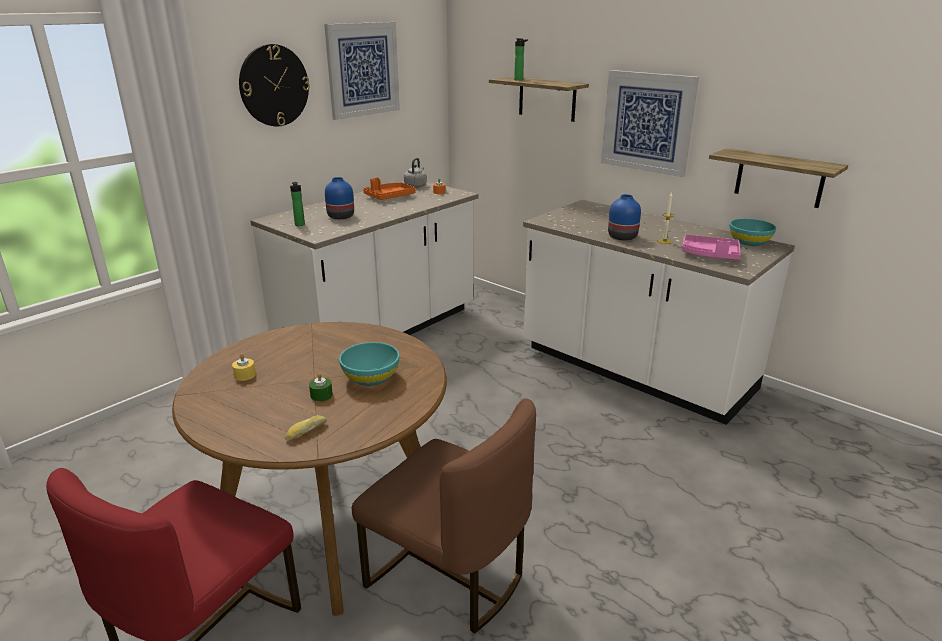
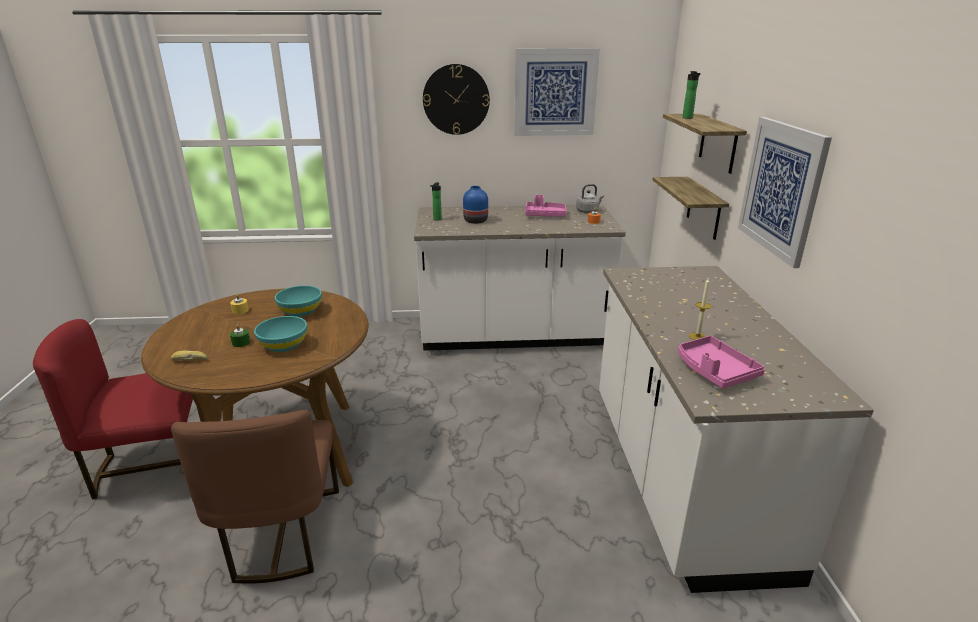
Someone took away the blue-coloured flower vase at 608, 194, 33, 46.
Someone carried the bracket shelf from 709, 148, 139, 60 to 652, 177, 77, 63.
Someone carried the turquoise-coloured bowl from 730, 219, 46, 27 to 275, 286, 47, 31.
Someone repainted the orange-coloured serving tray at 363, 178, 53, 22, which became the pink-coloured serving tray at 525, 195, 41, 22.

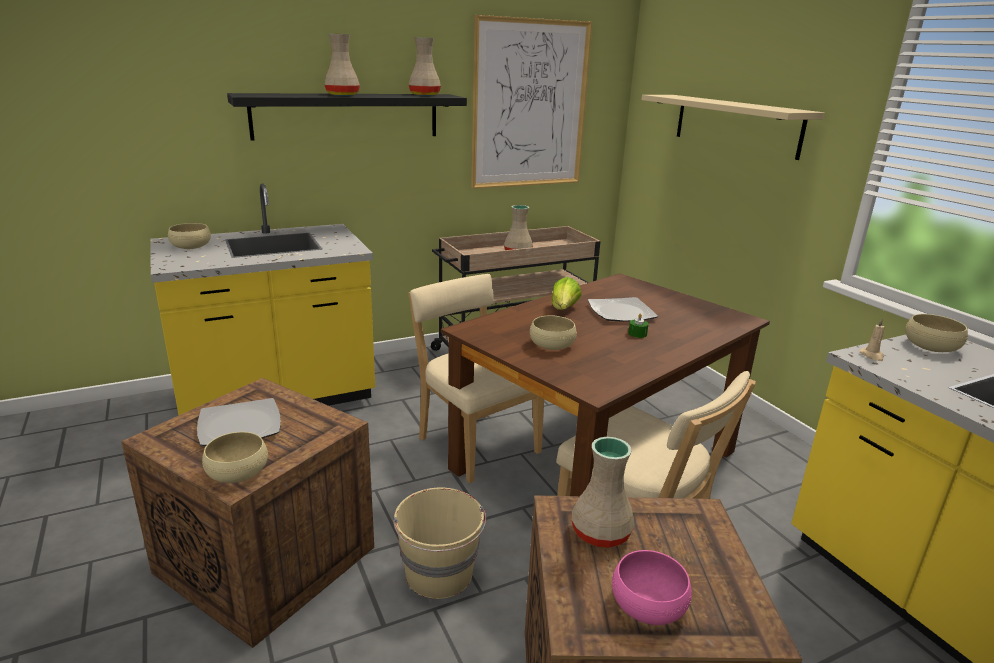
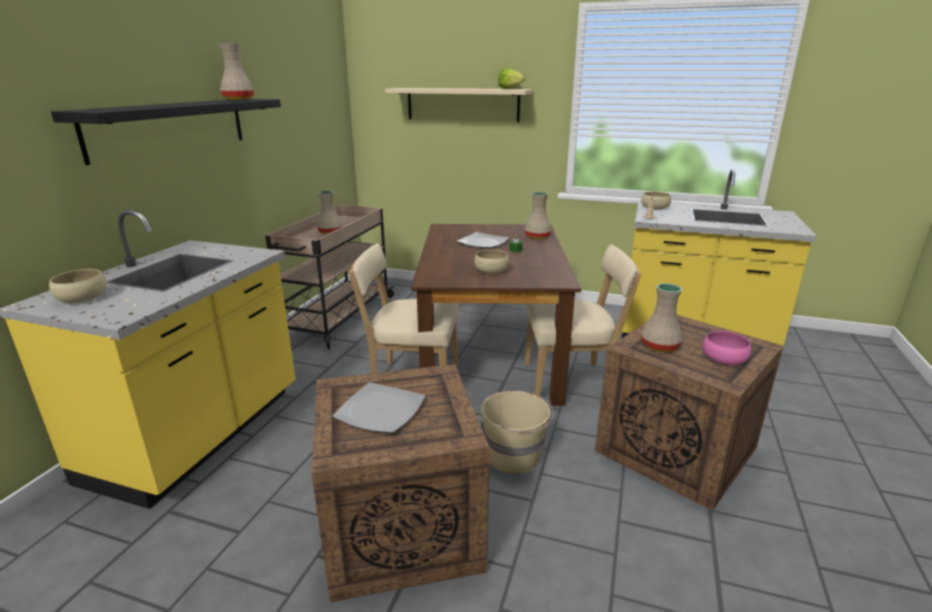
Someone took away the beige-coloured bowl at 202, 432, 66, 51.
Someone took away the wall art at 471, 15, 121, 174.
Someone carried the beige-coloured flower vase from 324, 34, 36, 62 to 524, 192, 28, 47.
Someone carried the lettuce from 551, 277, 30, 33 to 498, 67, 28, 22.

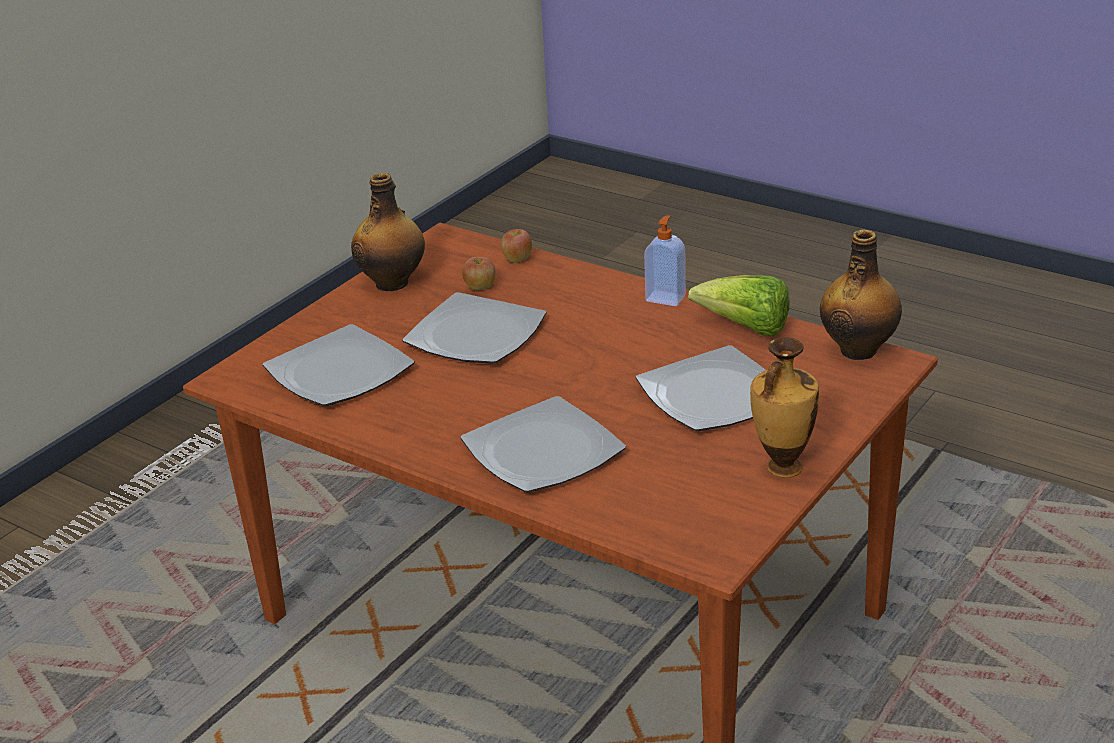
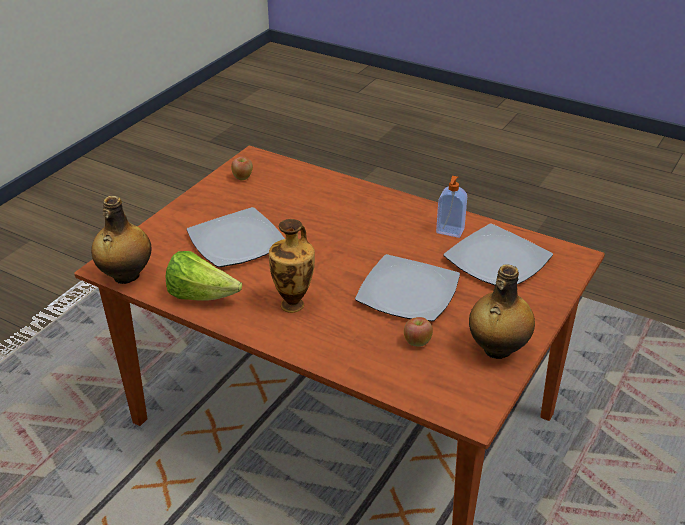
Someone took away the plate at 461, 396, 165, 96.
Someone carried the whole apple from 501, 229, 31, 34 to 231, 157, 22, 23.
Someone carried the liquid soap bottle from 644, 215, 42, 91 to 436, 176, 31, 62.
Someone carried the flower vase from 750, 337, 69, 141 to 269, 219, 46, 94.

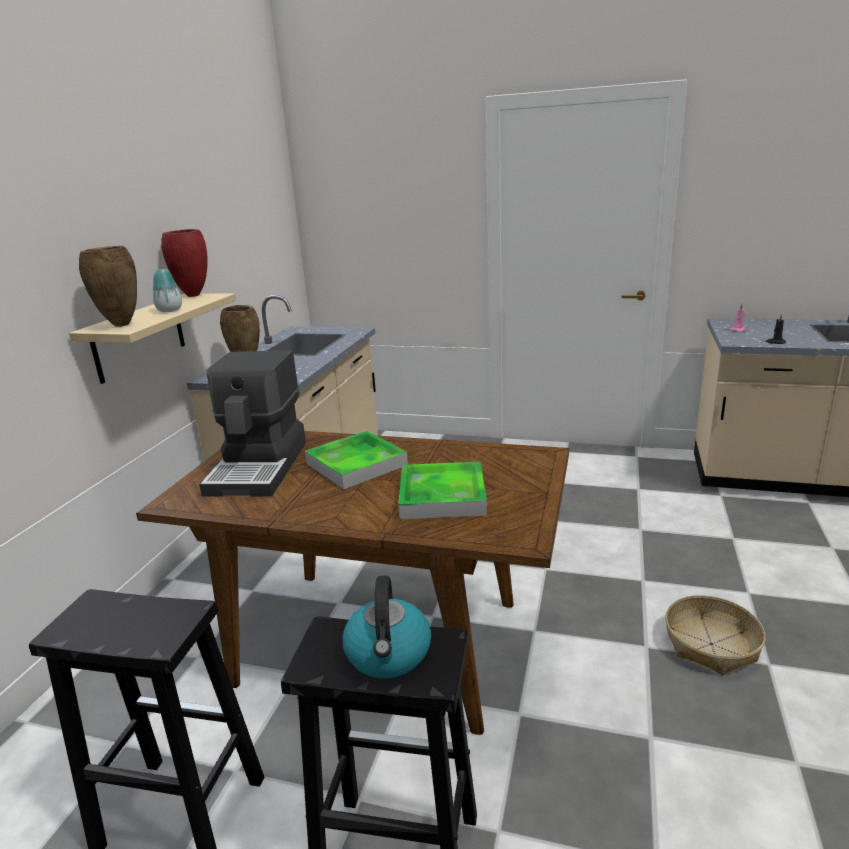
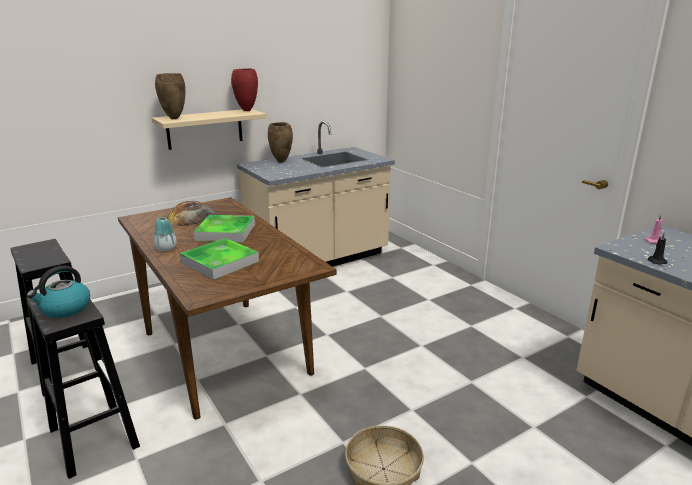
Someone carried the flower vase from 153, 269, 29, 43 to 154, 217, 23, 34.
Someone swapped the coffee machine at 199, 350, 107, 147 for the bakery bread at 167, 201, 49, 25.

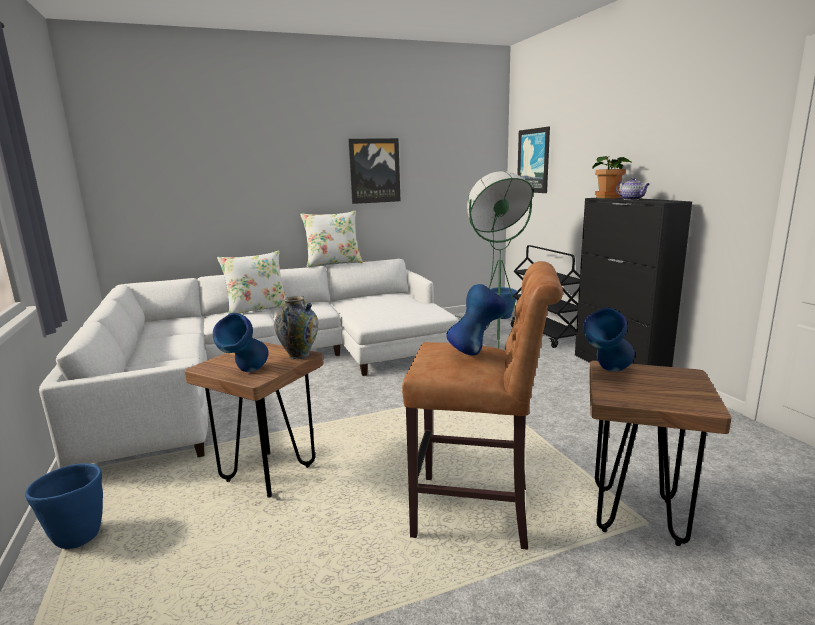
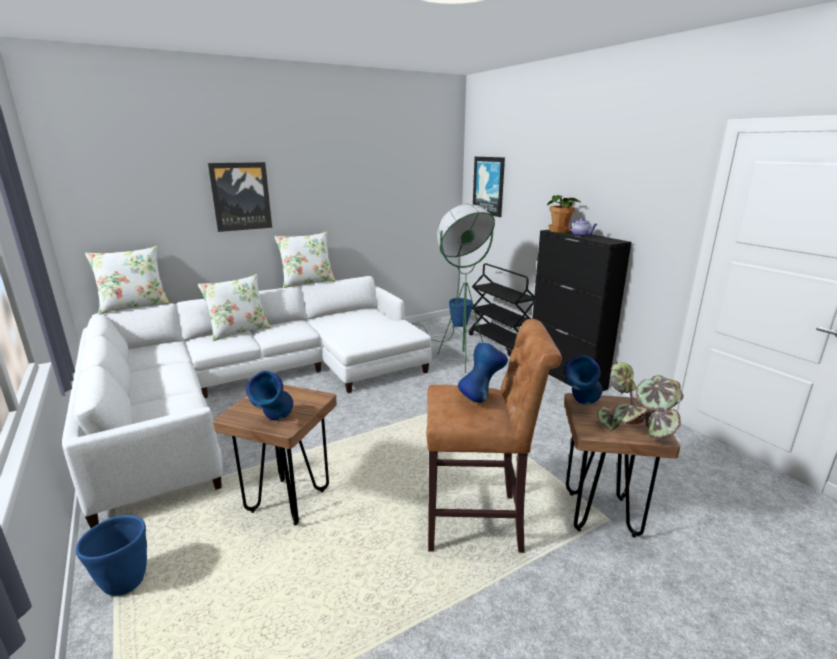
Someone took away the flower vase at 274, 296, 45, 63.
Someone put down the whitish cushion at 85, 246, 85, 68.
Someone put down the plant in a pot at 597, 362, 86, 77.
Someone carried the wall art from 348, 138, 53, 66 to 208, 162, 64, 70.

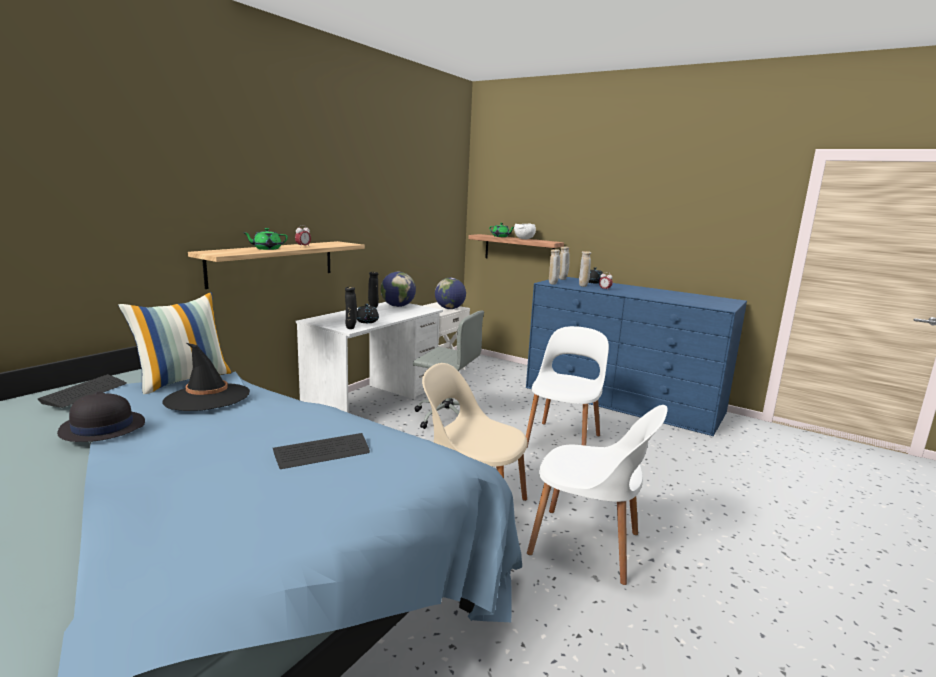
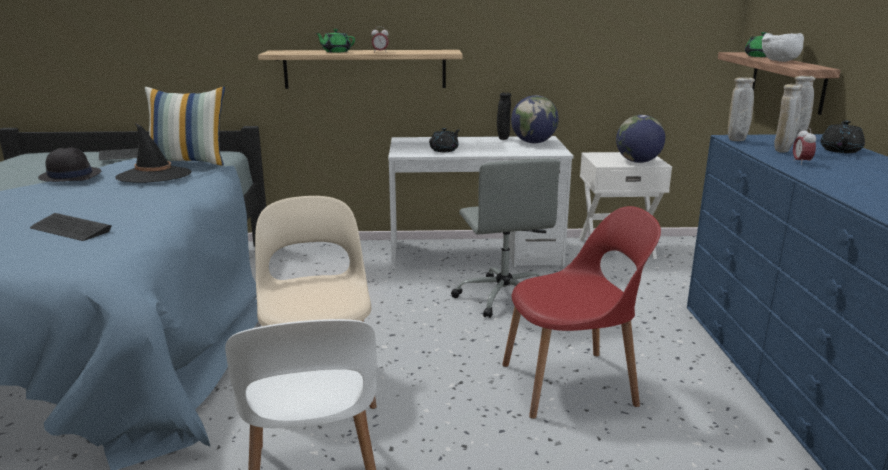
Someone took away the black-coloured flower vase at 345, 287, 12, 42.
Someone repainted the whitish upright chair at 526, 326, 83, 122, which became the reddish upright chair at 502, 206, 159, 213.

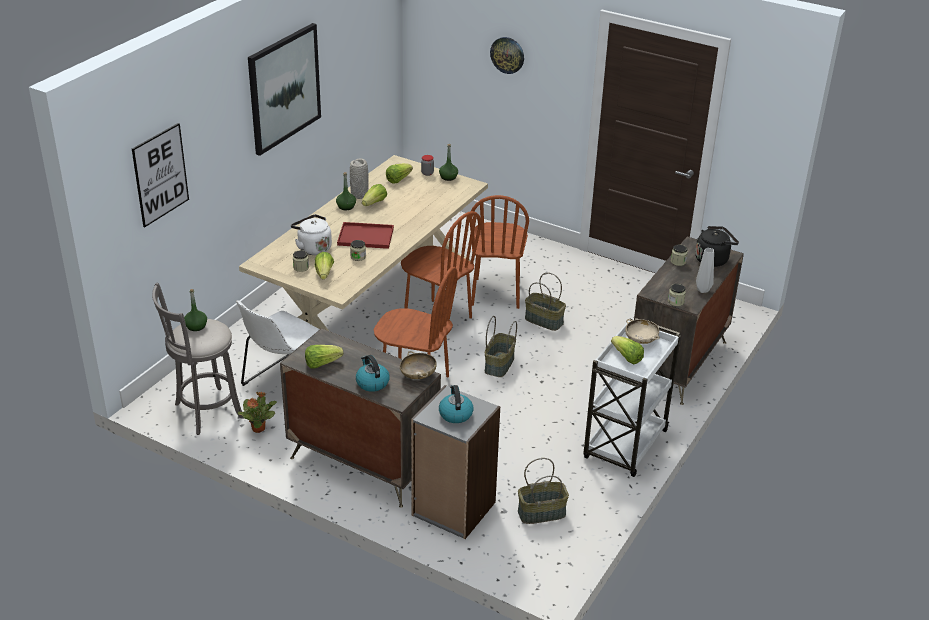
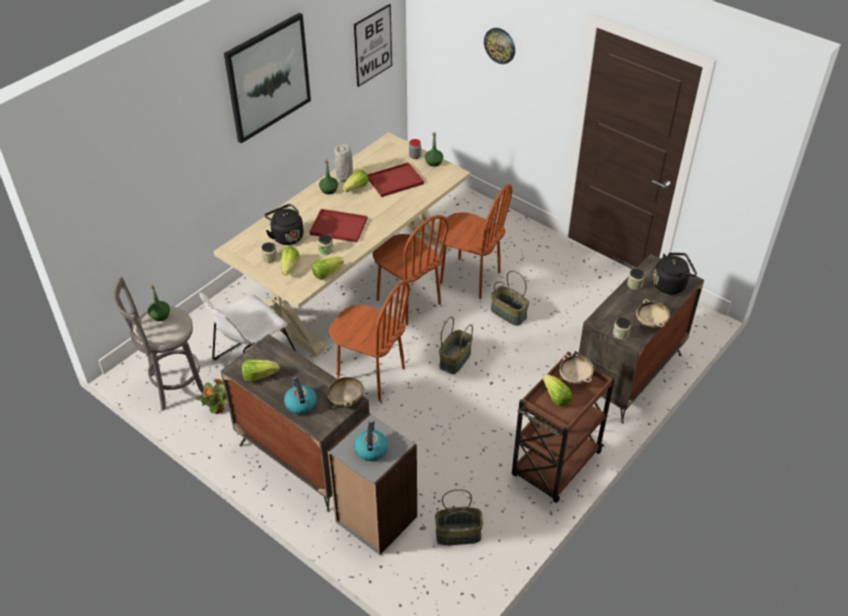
Someone put down the reddish serving tray at 367, 162, 57, 35.
Someone carried the wall art from 132, 123, 57, 104 to 354, 4, 38, 83.
Someone carried the lettuce from 386, 163, 27, 21 to 312, 256, 32, 24.
Someone swapped the gray flower vase at 696, 248, 18, 45 for the beige-coloured bowl at 636, 299, 34, 29.
Someone repainted the whitish kettle at 291, 214, 41, 41, which became the black-coloured kettle at 264, 204, 40, 41.
Someone repainted the whitish trolley at 583, 318, 98, 159, which became the brown trolley at 512, 351, 104, 152.
Someone rotated the brown upright chair at 469, 195, 60, 114 by 75 degrees counterclockwise.

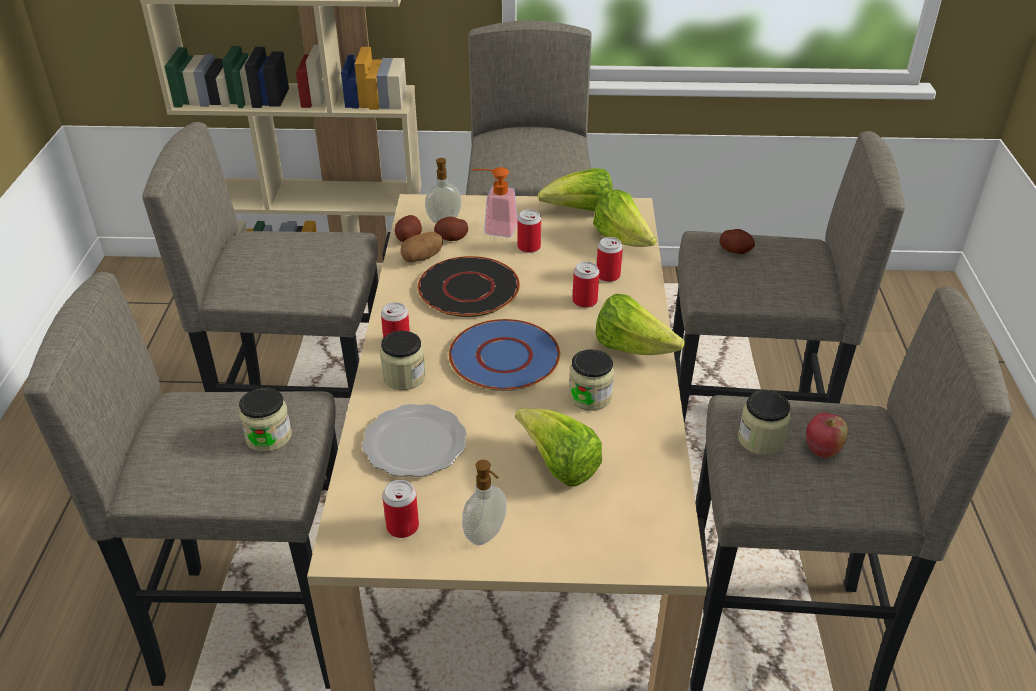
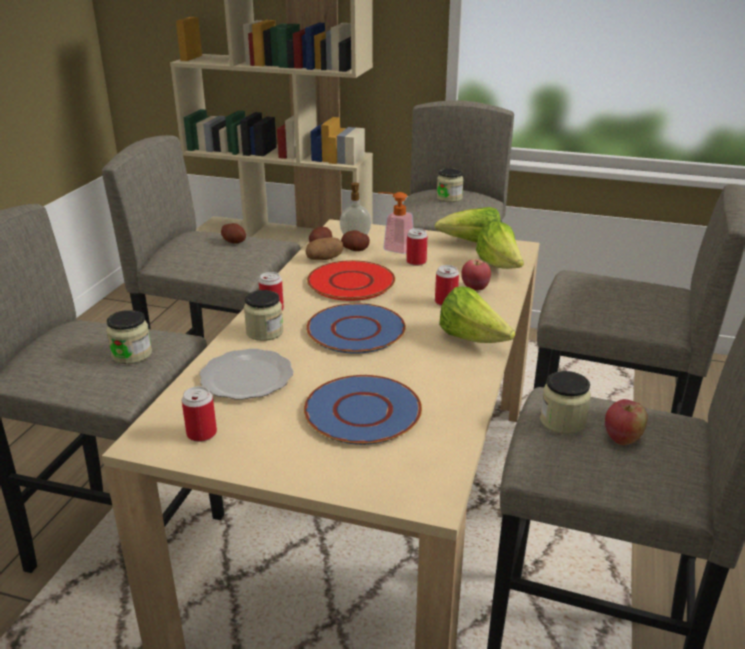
Someone took away the liquid soap bottle at 462, 460, 45, 85.
Someone carried the preserve jar from 569, 349, 45, 62 to 437, 168, 27, 34.
Someone carried the potato from 719, 229, 36, 25 to 221, 223, 25, 21.
Someone swapped the lettuce at 515, 408, 87, 79 for the blue-coloured plate at 304, 375, 118, 70.
Someone swapped the can at 597, 237, 26, 45 for the whole apple at 461, 259, 30, 32.
Someone repainted the black-coloured plate at 418, 256, 102, 61, which became the reddish plate at 307, 260, 88, 41.

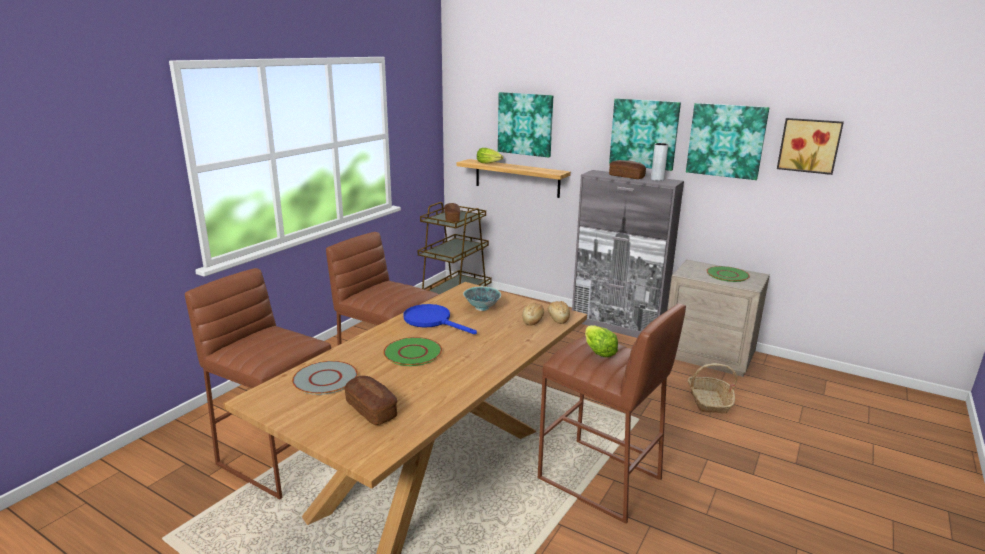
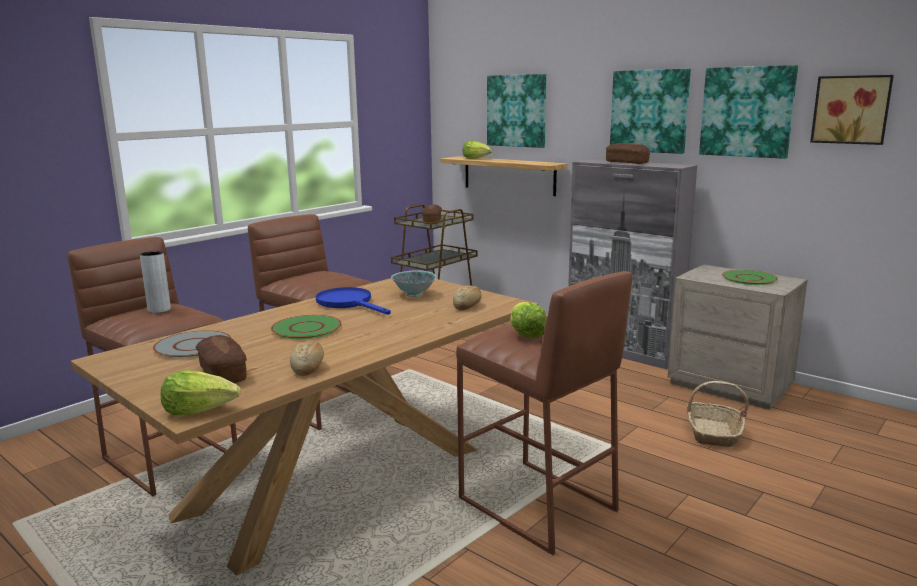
Someone put down the lettuce at 161, 370, 80, 45.
Someone carried the bakery bread from 548, 301, 22, 23 to 290, 341, 34, 35.
Someone carried the gray flower vase from 651, 143, 17, 38 to 140, 251, 31, 62.

